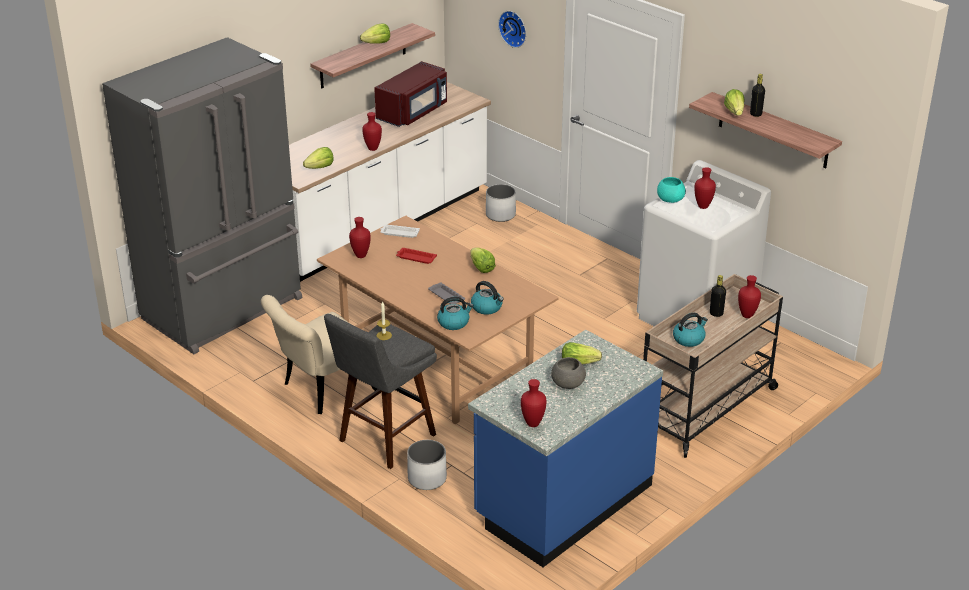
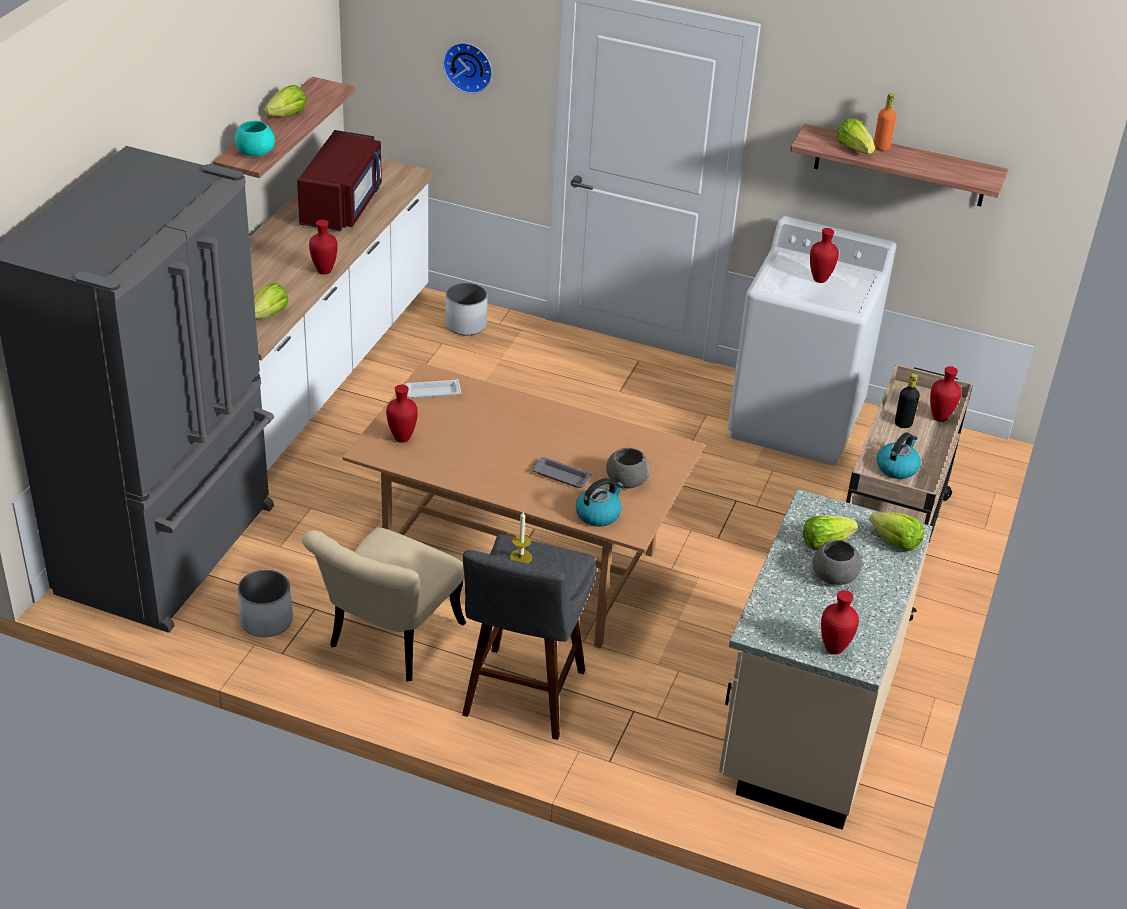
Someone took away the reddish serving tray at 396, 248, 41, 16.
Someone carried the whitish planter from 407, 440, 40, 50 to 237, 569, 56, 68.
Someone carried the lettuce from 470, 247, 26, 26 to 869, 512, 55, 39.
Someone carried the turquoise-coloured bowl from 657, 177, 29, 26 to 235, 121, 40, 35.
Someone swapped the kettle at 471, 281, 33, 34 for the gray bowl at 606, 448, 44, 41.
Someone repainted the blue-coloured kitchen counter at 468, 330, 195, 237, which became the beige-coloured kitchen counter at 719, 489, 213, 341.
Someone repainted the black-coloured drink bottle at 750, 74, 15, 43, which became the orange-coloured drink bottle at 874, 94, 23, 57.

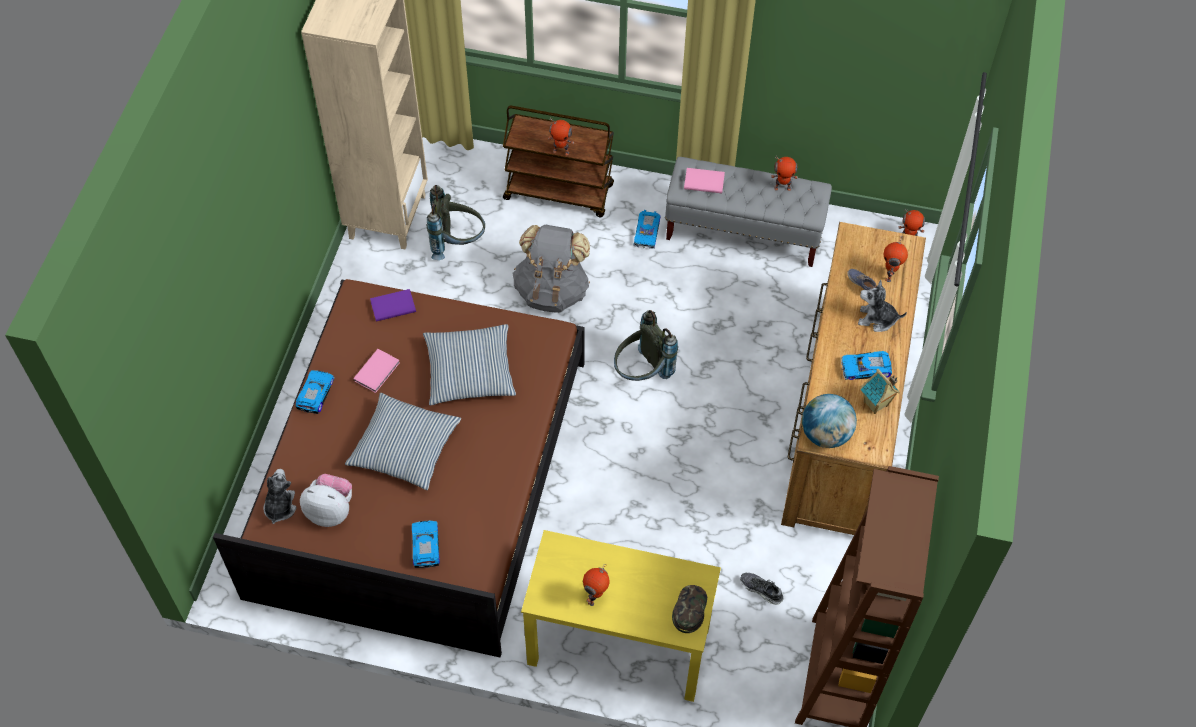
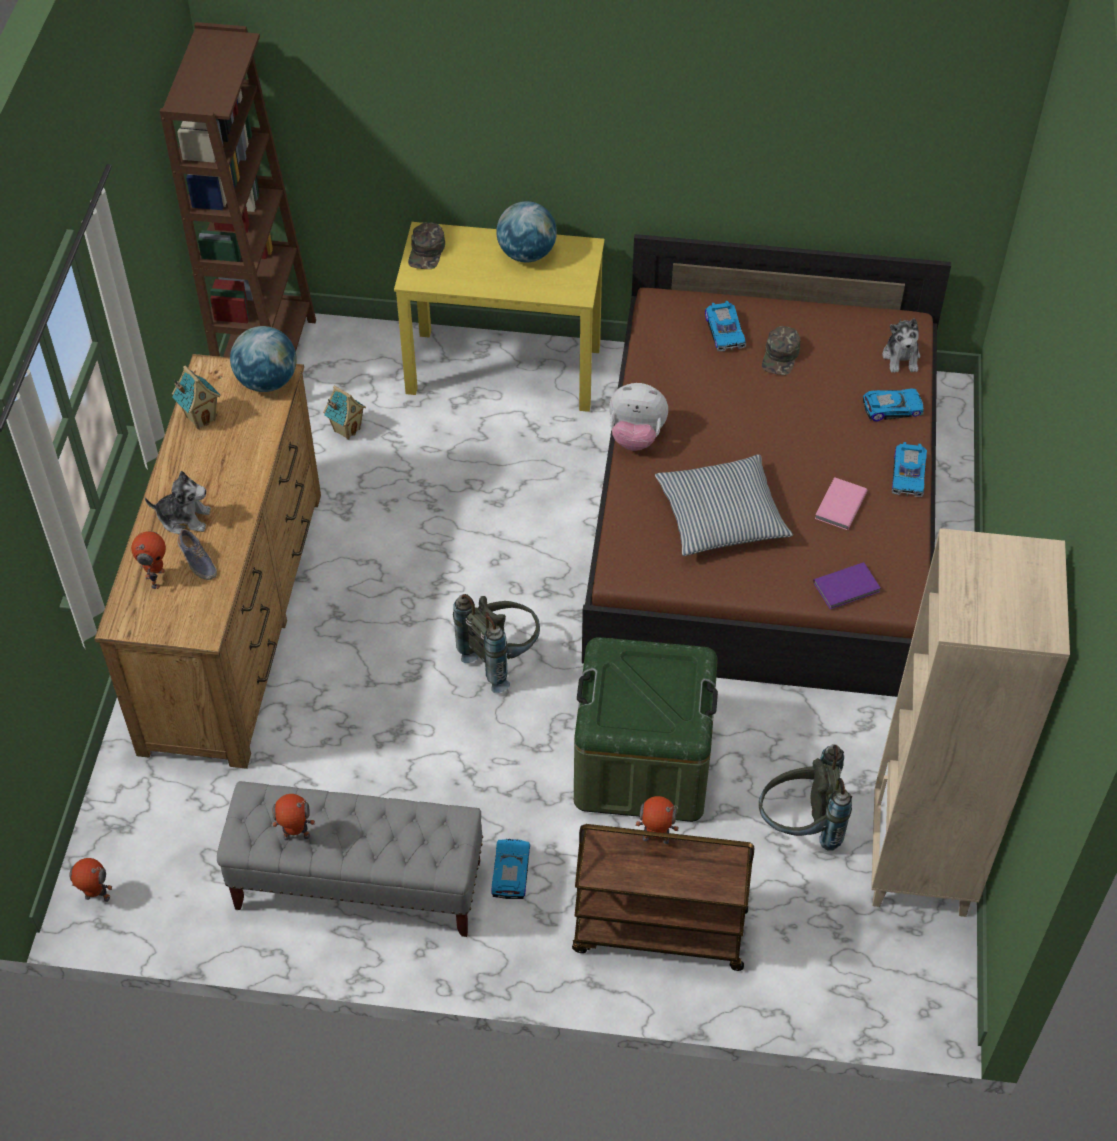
Someone took away the cushion at 345, 393, 116, 97.
Someone took away the pink-coloured bound book at 684, 168, 41, 25.
Someone put down the green-coloured cap at 762, 326, 39, 49.
Someone carried the cuddly toy from 300, 474, 52, 53 to 609, 383, 59, 68.
Someone carried the miniature car from 841, 351, 51, 29 to 863, 389, 61, 32.
Someone swapped the gray rucksack at 513, 225, 77, 88 for the green-coloured storage container at 574, 637, 144, 185.
Someone swapped the model robot at 583, 564, 27, 42 for the desk globe at 496, 201, 61, 62.
Someone swapped the item of footwear at 740, 573, 44, 32 for the toy house at 323, 385, 43, 55.

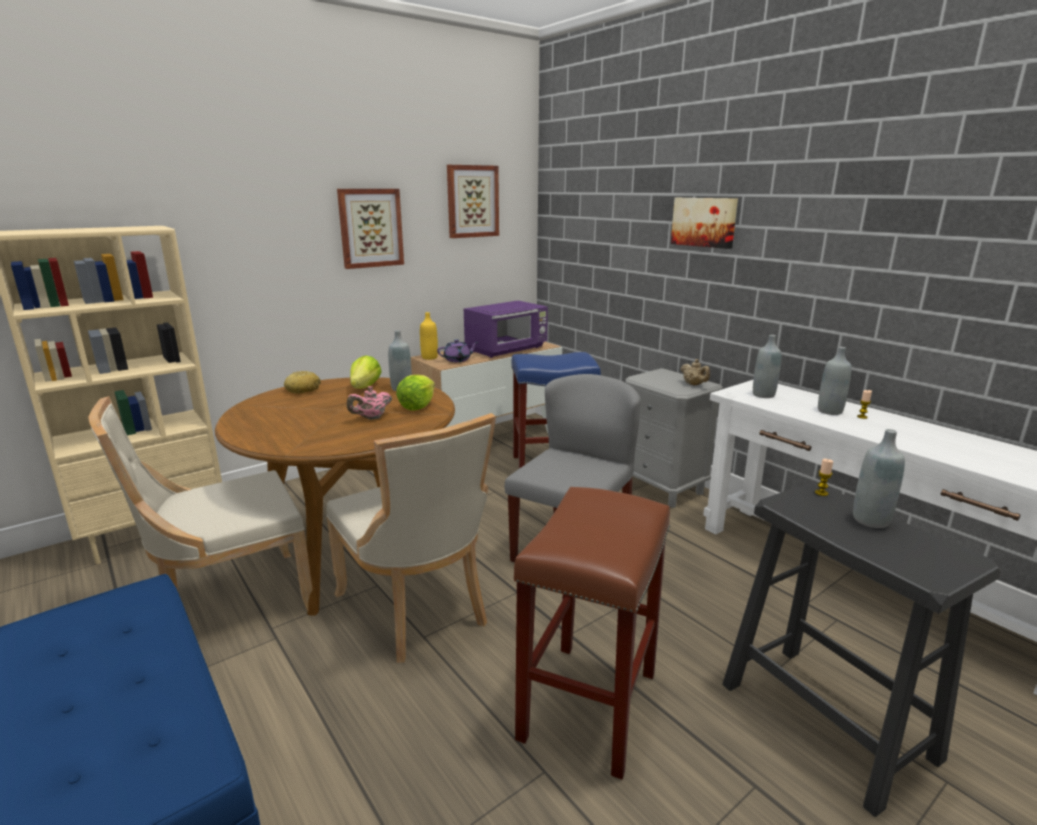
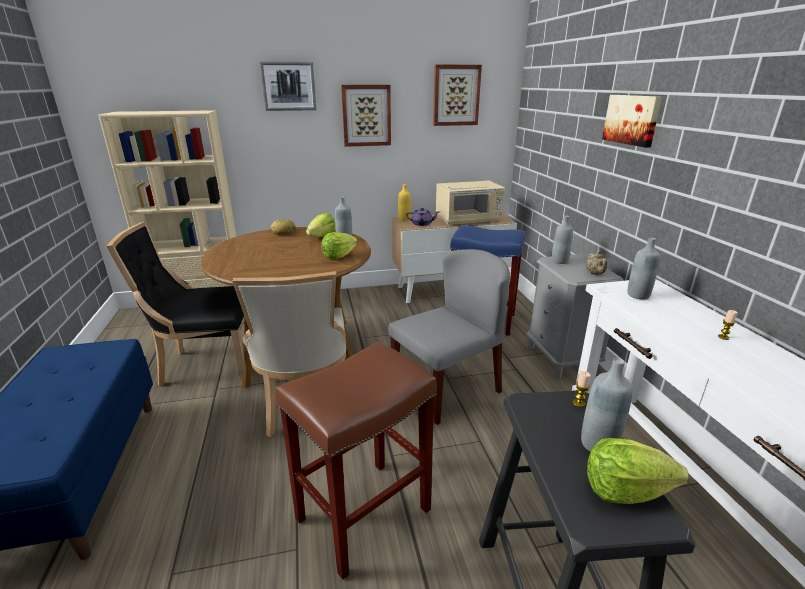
Someone took away the pink-coloured pot for tea at 347, 386, 45, 34.
Someone put up the wall art at 260, 62, 57, 49.
Someone put down the lettuce at 587, 438, 102, 66.
Someone carried the gray drink bottle from 818, 347, 34, 68 to 552, 216, 21, 48.
Someone repainted the beige-coloured upright chair at 88, 396, 225, 216, which became the black-coloured upright chair at 107, 221, 138, 165.
Someone repainted the purplish kitchen microwave at 464, 301, 84, 57, which became the beige-coloured kitchen microwave at 436, 181, 70, 45.

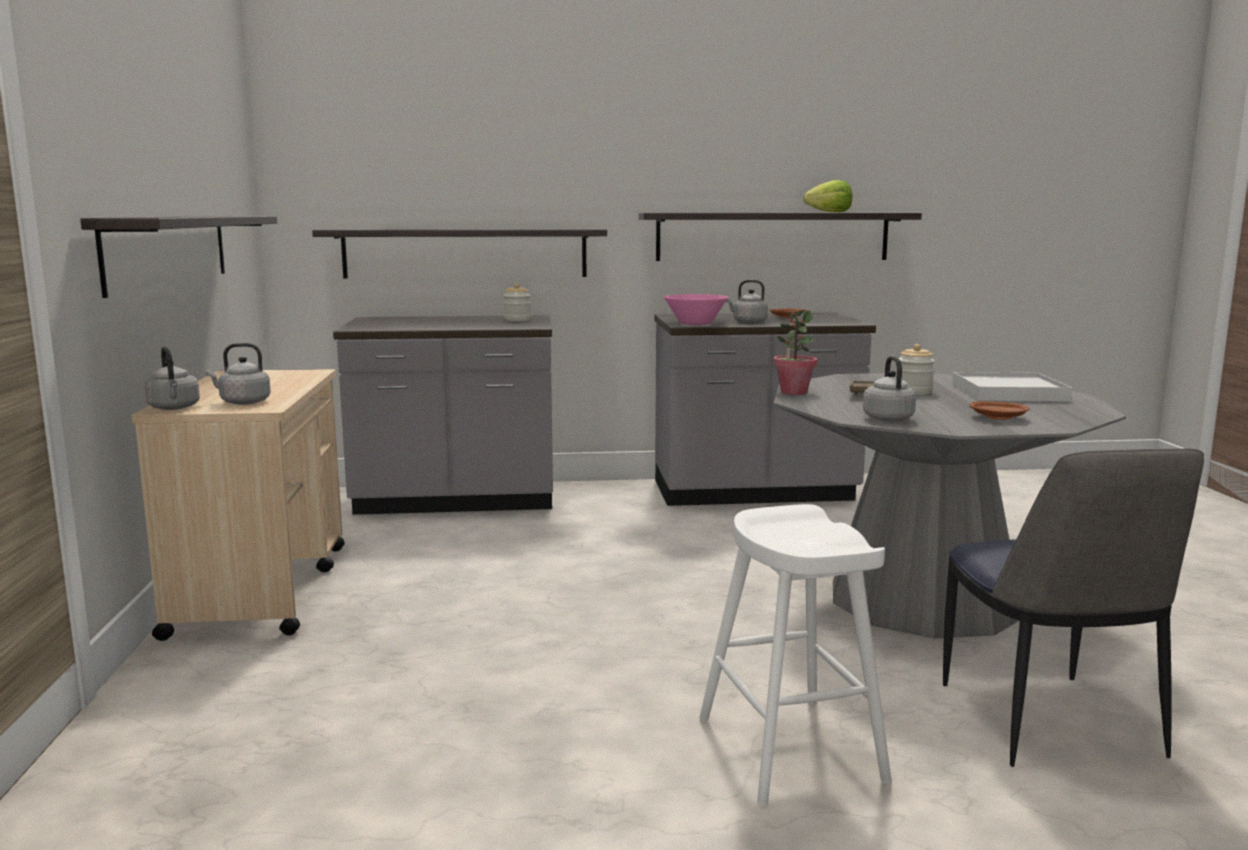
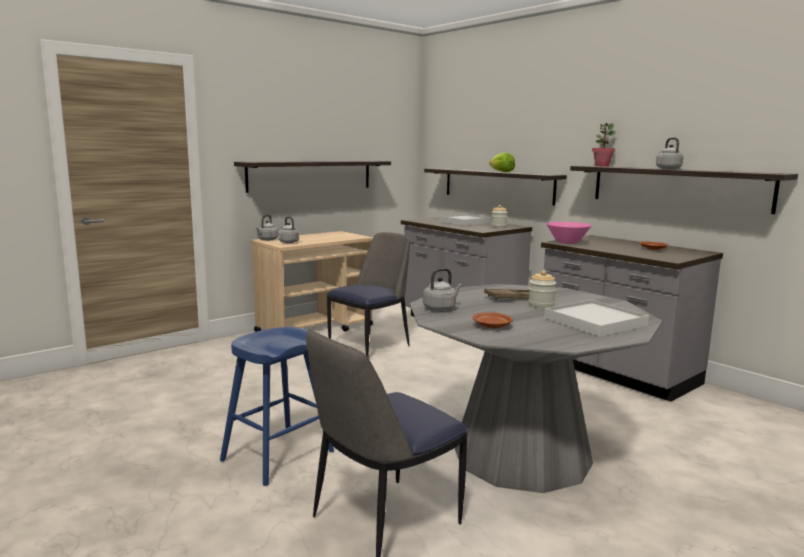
Someone put down the upright chair at 327, 232, 83, 125.
Someone put down the whitish serving tray at 439, 214, 52, 12.
Someone carried the gray kettle from 726, 280, 42, 43 to 656, 138, 27, 31.
Someone carried the plant in a pot from 773, 310, 45, 85 to 592, 123, 24, 43.
Someone carried the lettuce from 803, 180, 49, 32 to 489, 153, 26, 19.
Someone repainted the whitish stool at 699, 504, 193, 302, which became the blue-coloured stool at 220, 327, 114, 159.

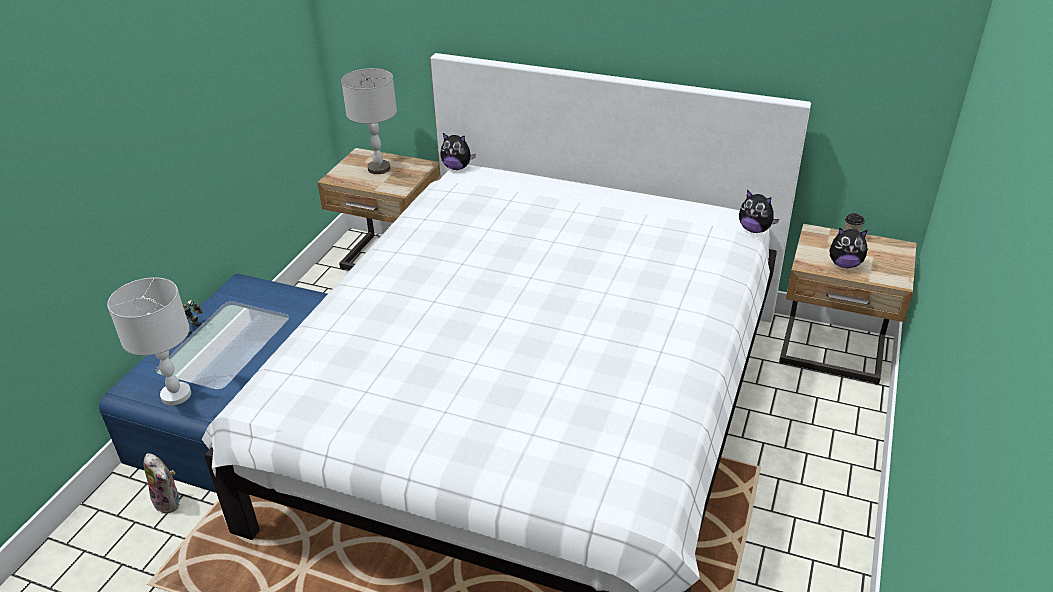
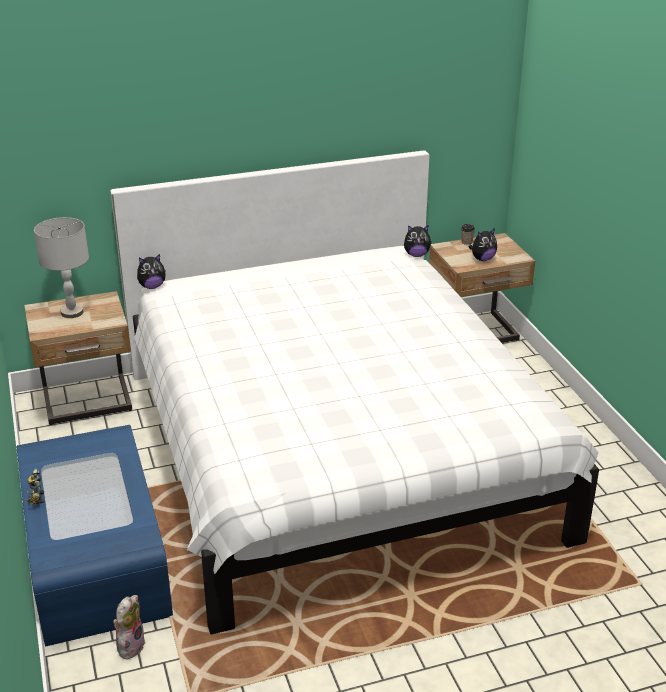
Someone took away the whitish lamp for a table at 107, 277, 84, 128.
Someone rotated the cuddly toy at 144, 453, 36, 61 by 75 degrees counterclockwise.

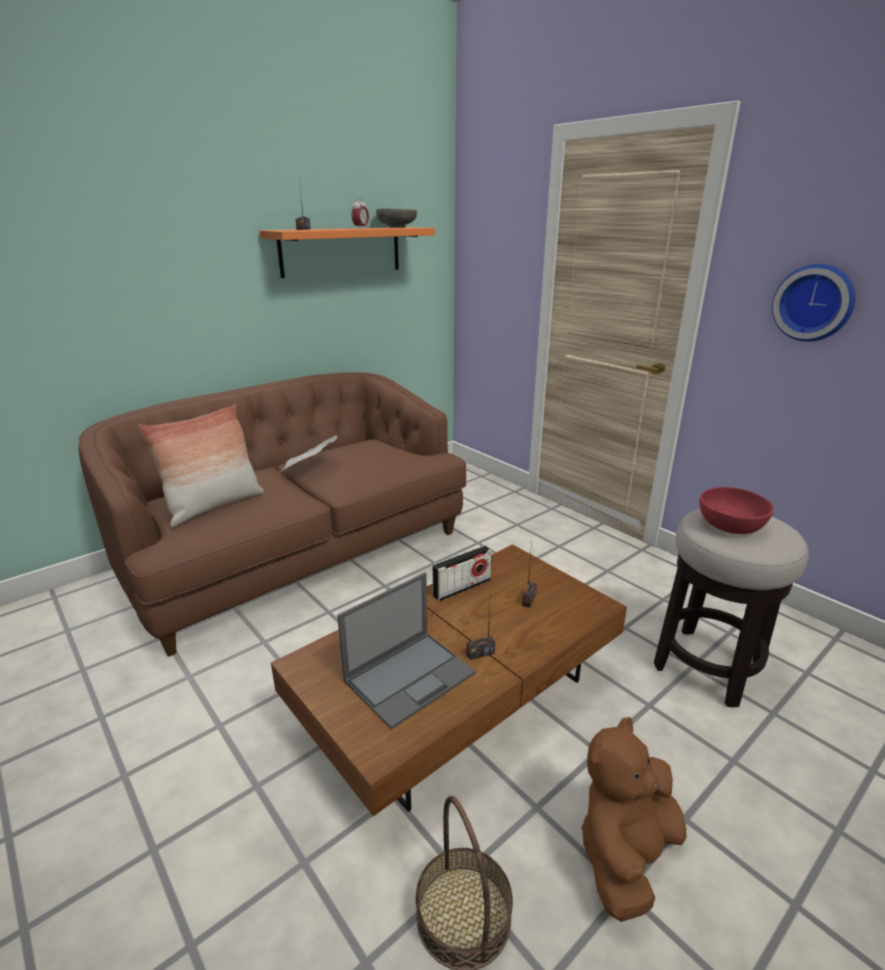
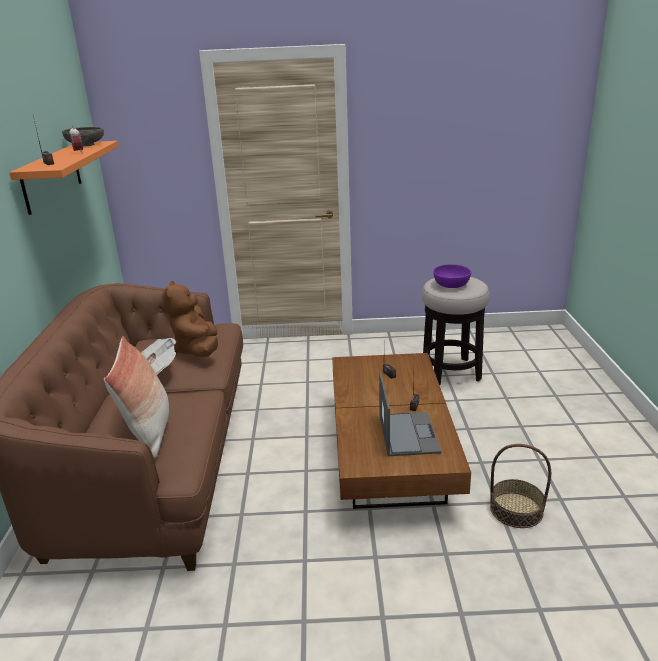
Someone took away the radio set at 432, 545, 60, 56.
Someone took away the clock on the wall at 772, 264, 83, 78.
Someone carried the brown cuddly toy from 581, 717, 106, 205 to 162, 280, 56, 77.
Someone repainted the reddish bowl at 699, 487, 75, 47, which became the purplish bowl at 434, 264, 37, 24.

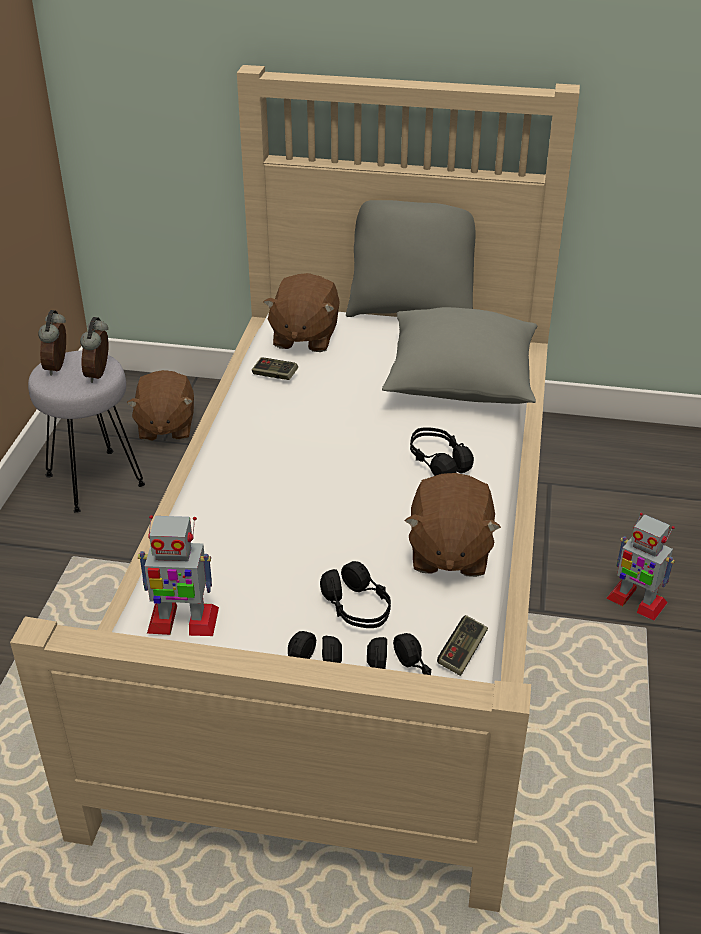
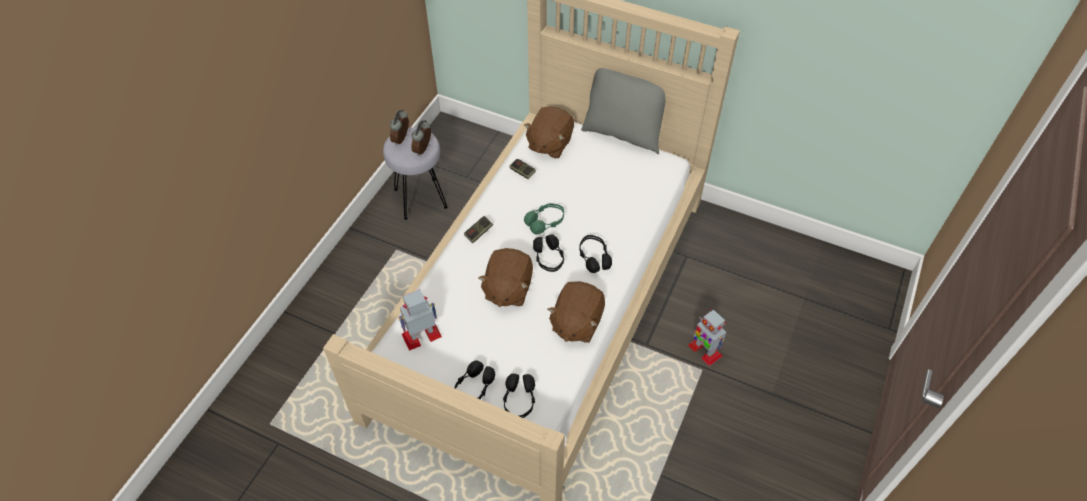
Someone took away the gray cushion at 382, 307, 155, 97.
Someone put down the green-coloured pair of headphones at 524, 203, 40, 32.
Someone carried the brown cuddly toy from 127, 370, 67, 71 to 478, 248, 55, 59.
Someone carried the black-coloured pair of headphones from 320, 561, 71, 67 to 533, 234, 31, 38.
Someone carried the game controller from 437, 615, 51, 61 to 464, 216, 29, 27.
Someone rotated the model robot at 138, 515, 81, 121 by 135 degrees clockwise.

